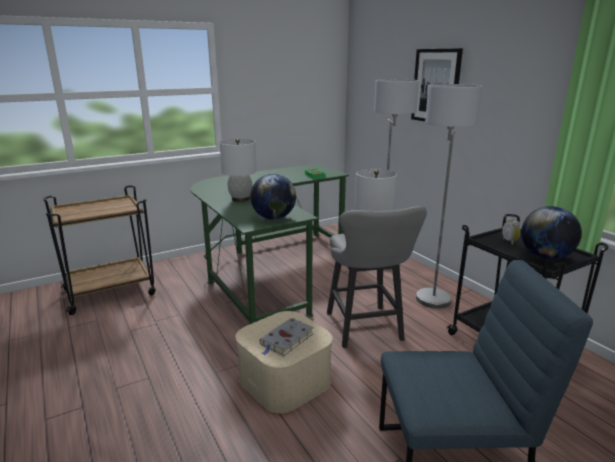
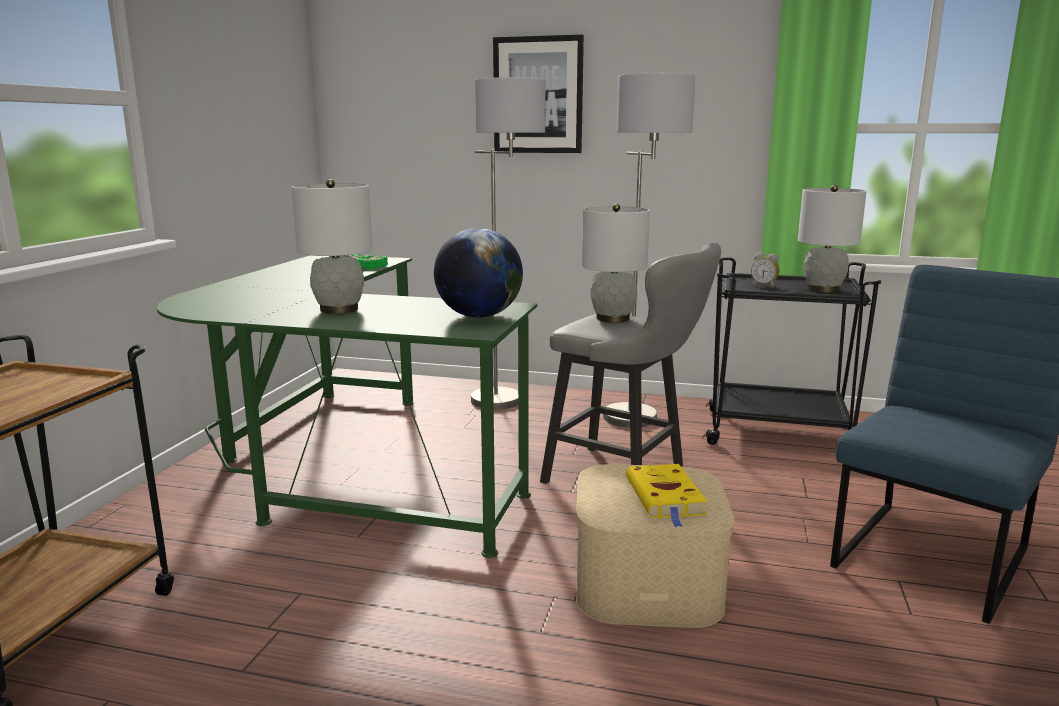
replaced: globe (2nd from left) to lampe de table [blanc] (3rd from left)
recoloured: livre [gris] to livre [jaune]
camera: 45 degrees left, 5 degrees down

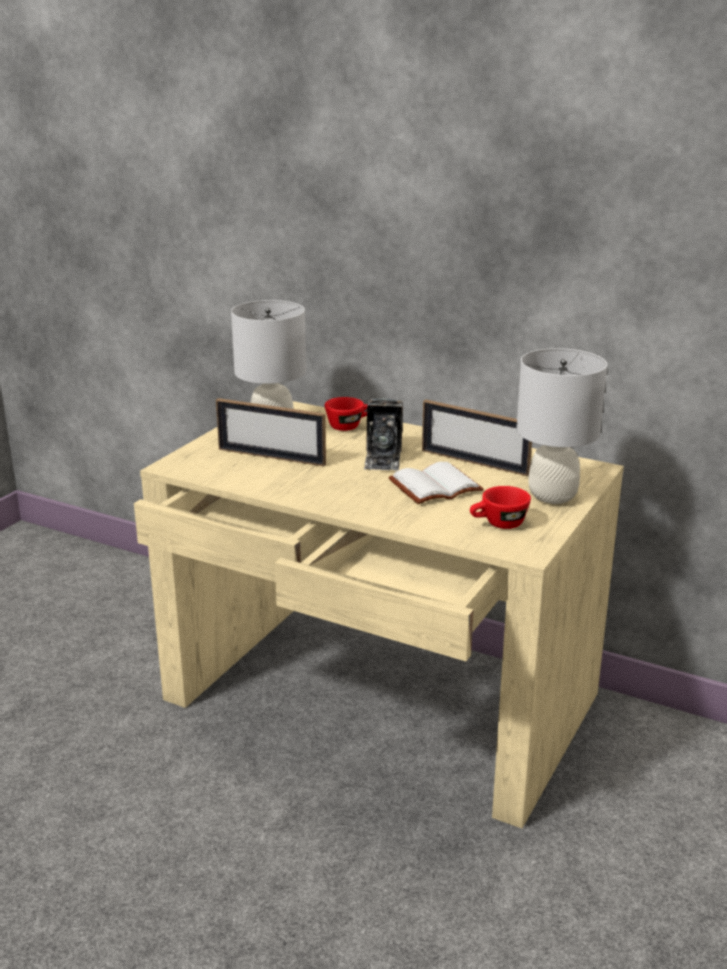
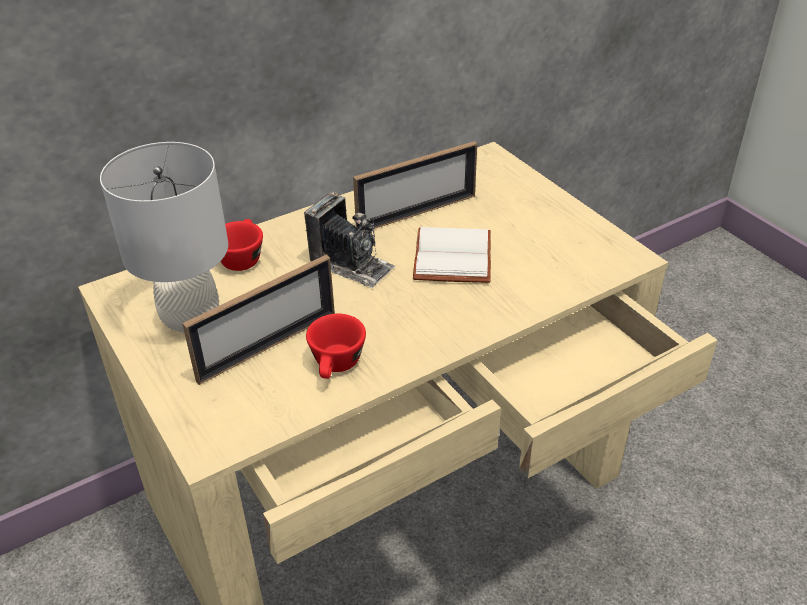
removed: lampe de table [gris] (2nd from left)
moved: tasse [rouge] (2nd from left)
camera: 60 degrees left, 15 degrees up

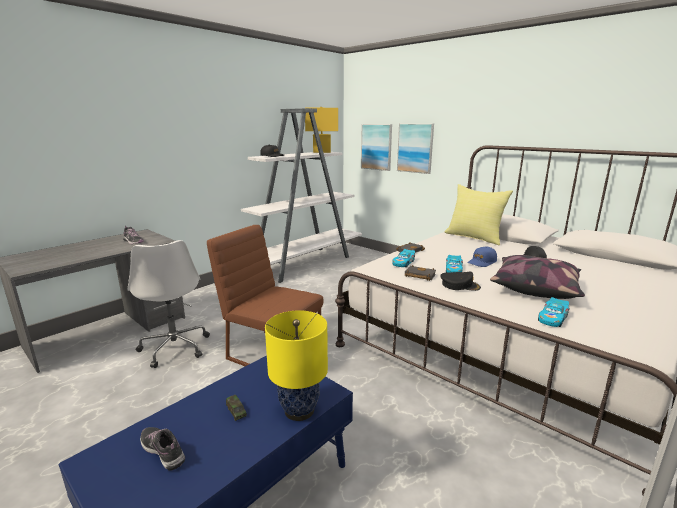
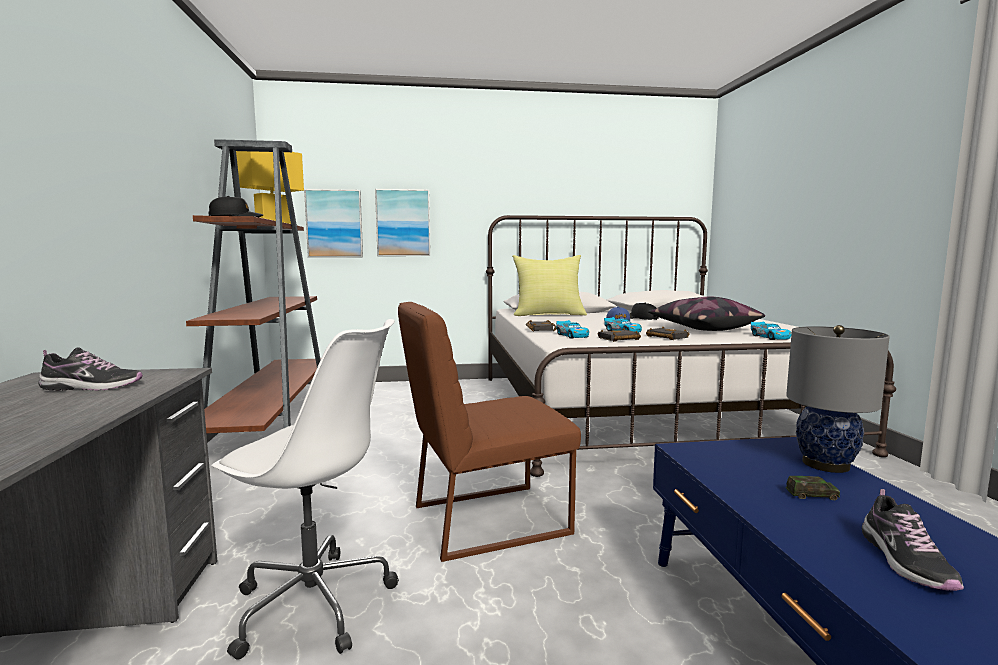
replaced: casquette [noir] (2nd from left) to livre [noir] (3rd from left)
recoloured: bibliothèque [blanc] to bibliothèque [marron]; lampe de table [jaune] (1st from left) to lampe de table [gris]
turned: chaussure (2nd from left) 75 degrees counterclockwise
camera: 50 degrees left, 10 degrees down

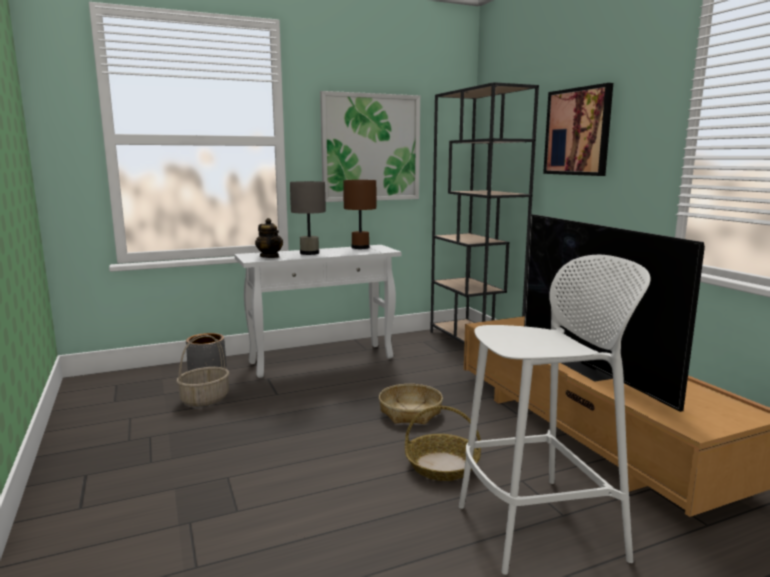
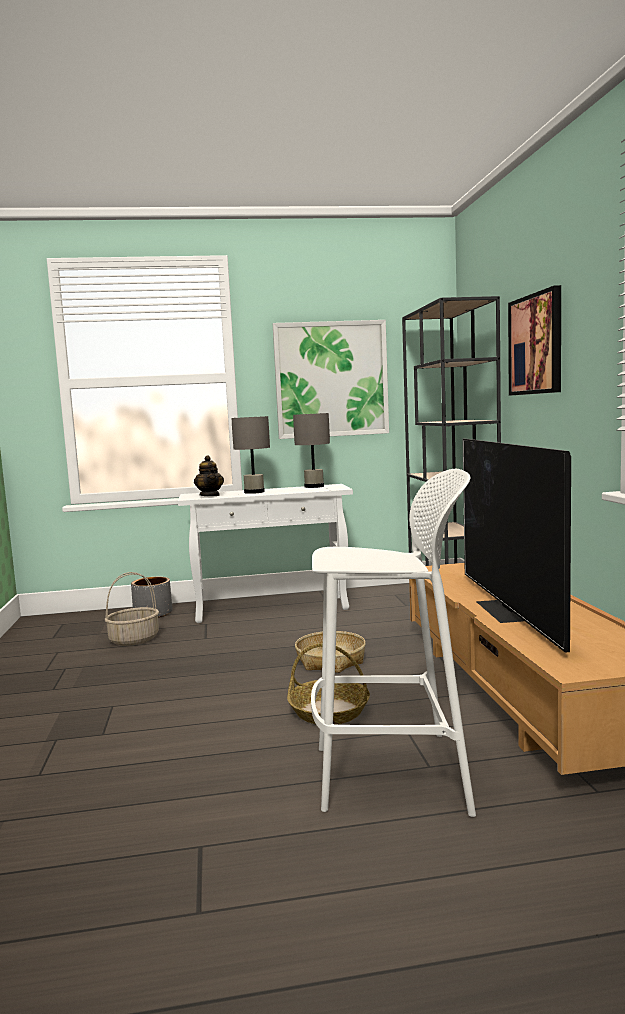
recoloured: lampe de table [marron] to lampe de table [gris] (2nd from left)
camera: 15 degrees right, 5 degrees down

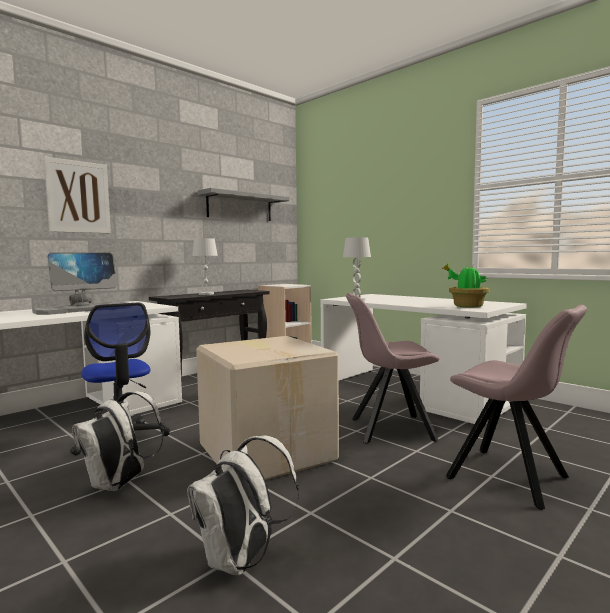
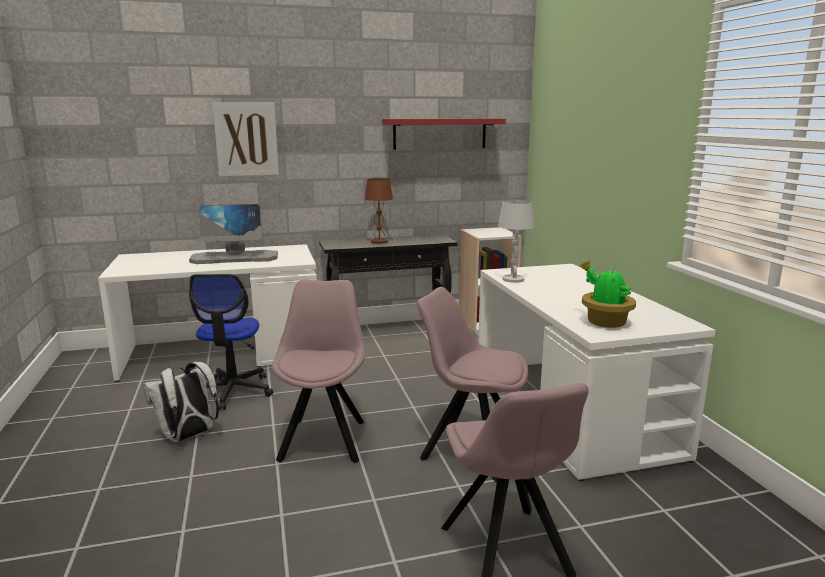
removed: sac à dos [blanc] (2nd from left)
replaced: carton to chaise [rose] (1st from left)
recoloured: lampe de table [blanc] (1st from left) to lampe de table [marron]; étagère [gris] to étagère [rouge]
camera: 30 degrees right, 10 degrees up

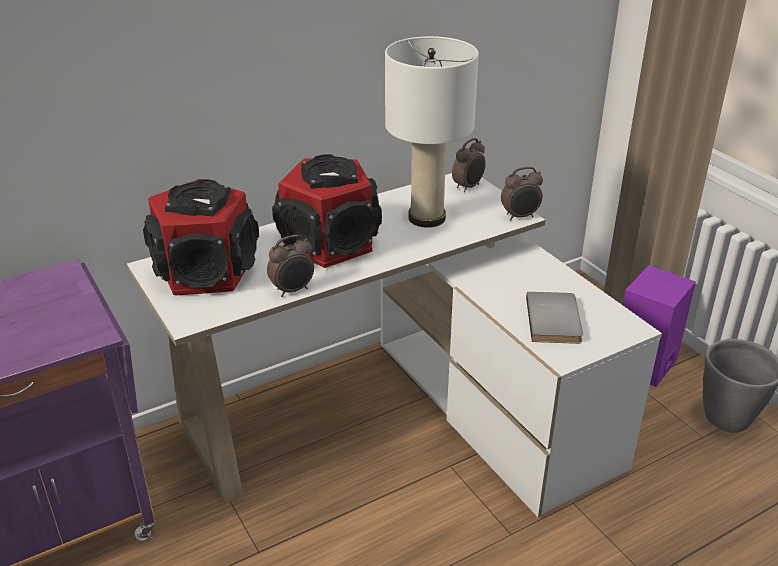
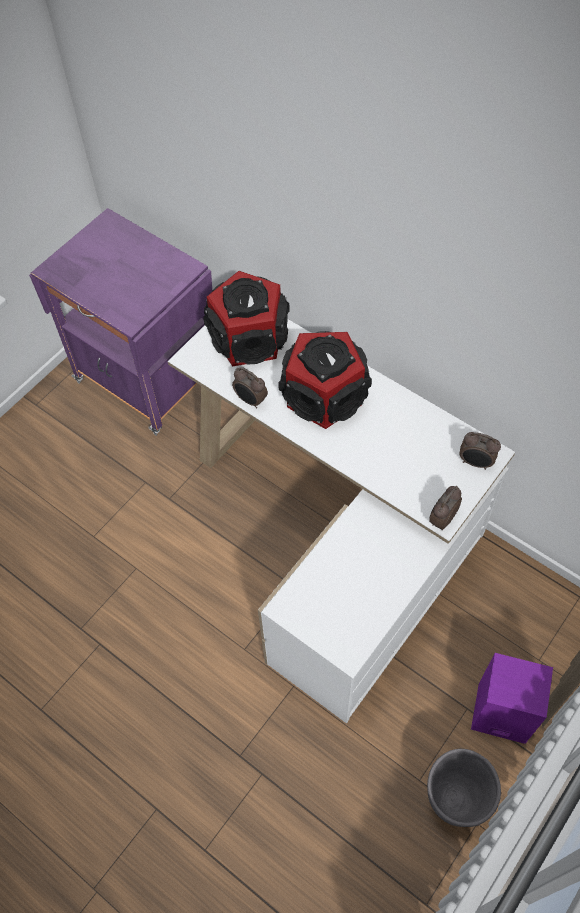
removed: lampe de table [blanc]; livre [gris]
turned: réveil (3rd from left in the first image) 75 degrees clockwise
camera: 70 degrees right, 25 degrees up

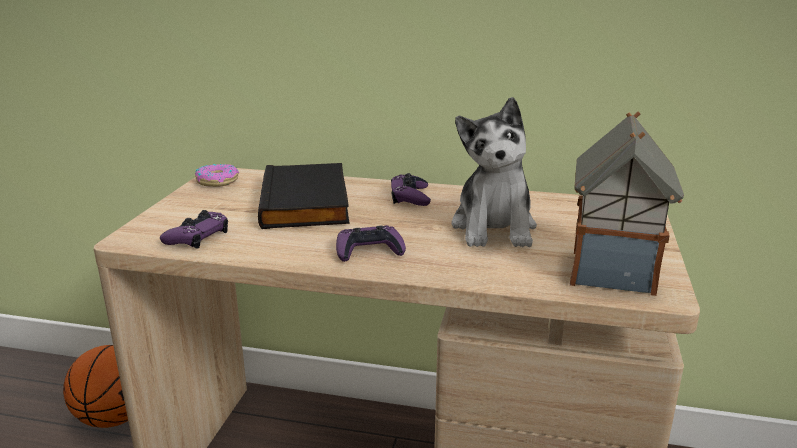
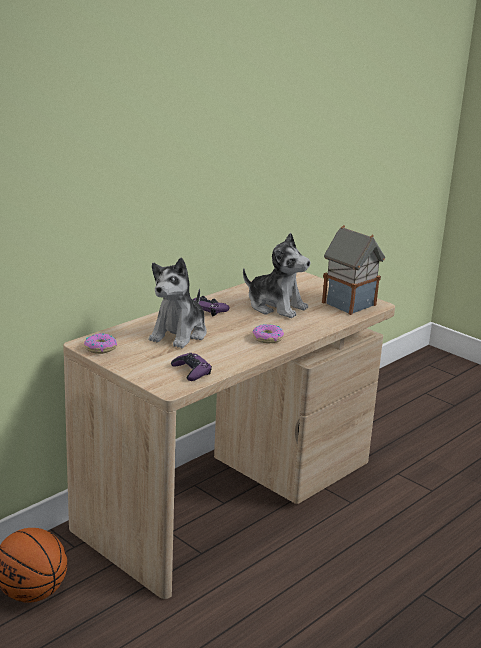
replaced: livre [noir] to peluche (1st from left); manette [violet] (2nd from left) to beignet (2nd from left)
camera: 60 degrees left, 0 degrees up

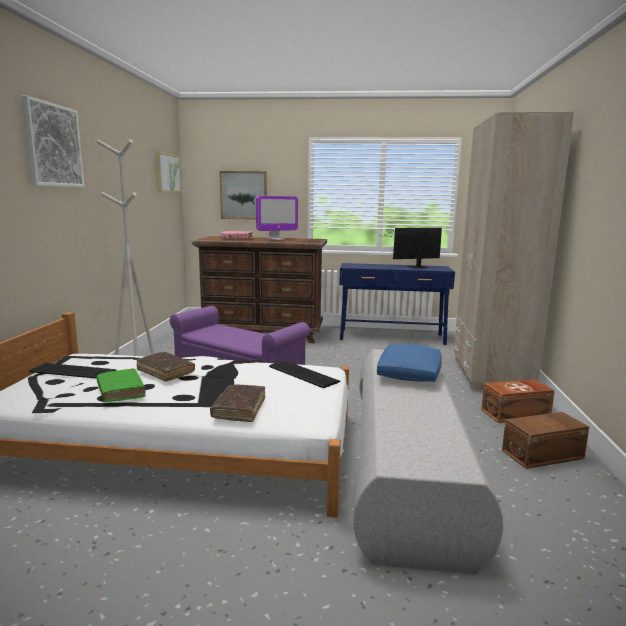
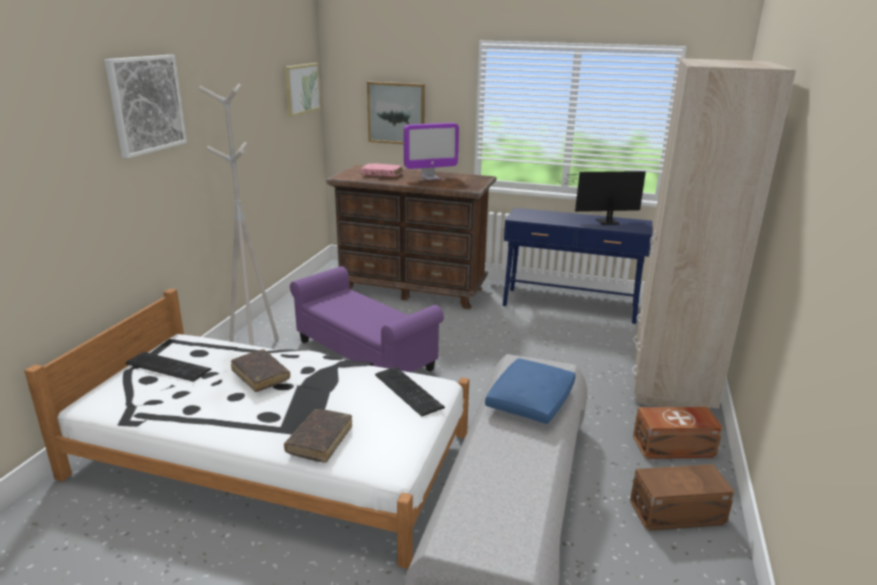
removed: livre [vert]
camera: 10 degrees right, 10 degrees up

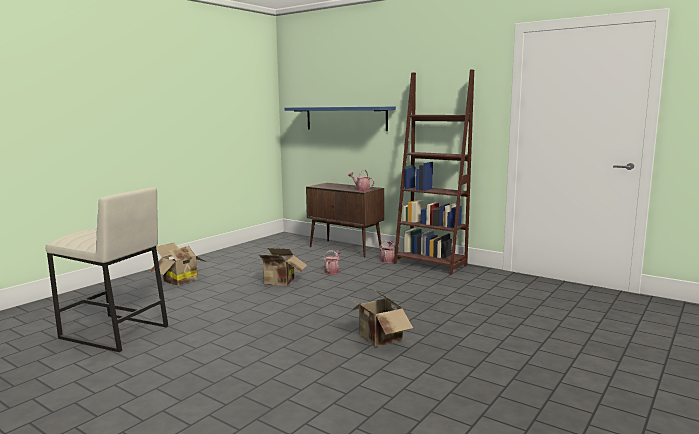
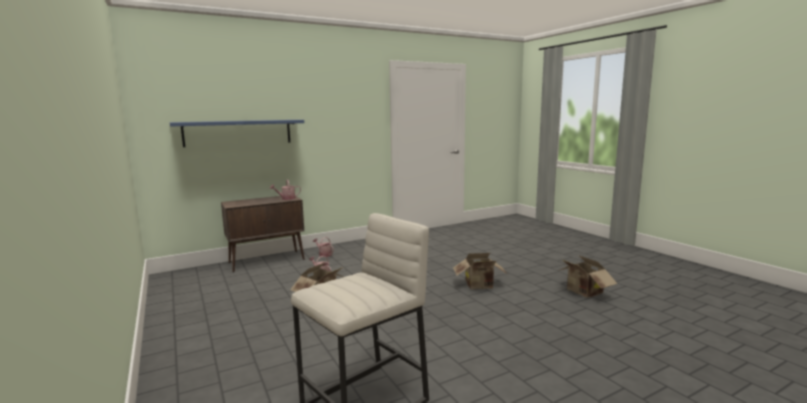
removed: bibliothèque [marron]
moved: carton (1st from left in the first image) to carton (3rd from left)
camera: 65 degrees left, 0 degrees up

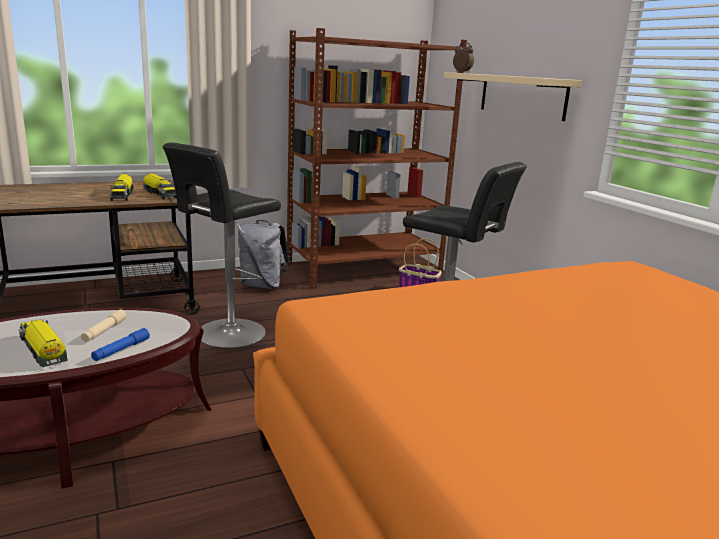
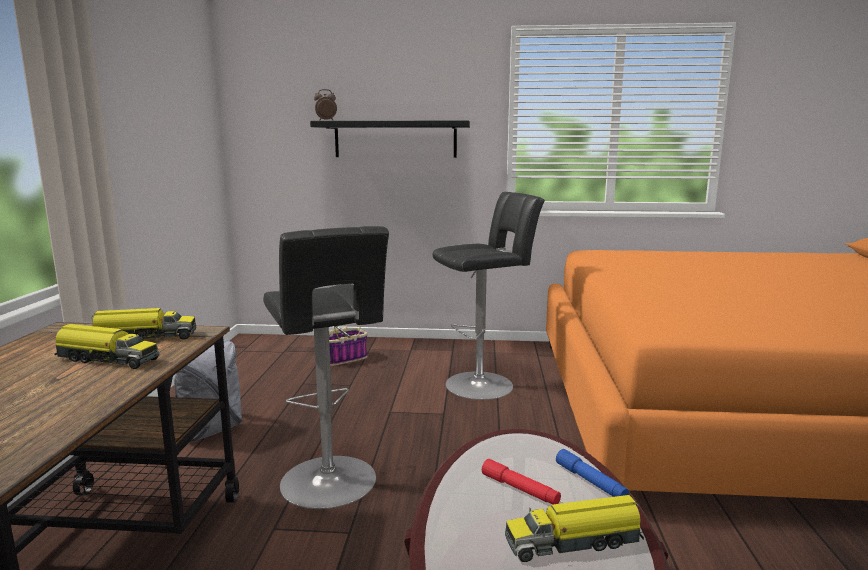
removed: bibliothèque [marron]
recoloured: lampe de poche [beige] to lampe de poche [rouge]; étagère [beige] to étagère [noir]
camera: 60 degrees left, 5 degrees down

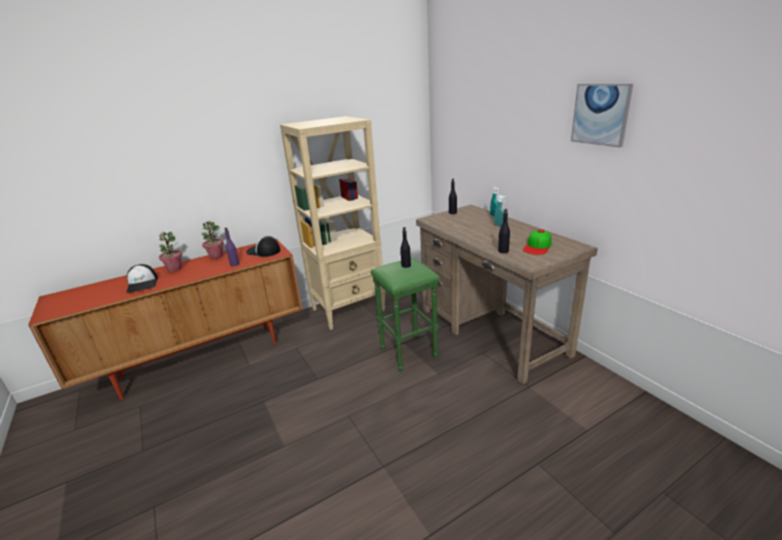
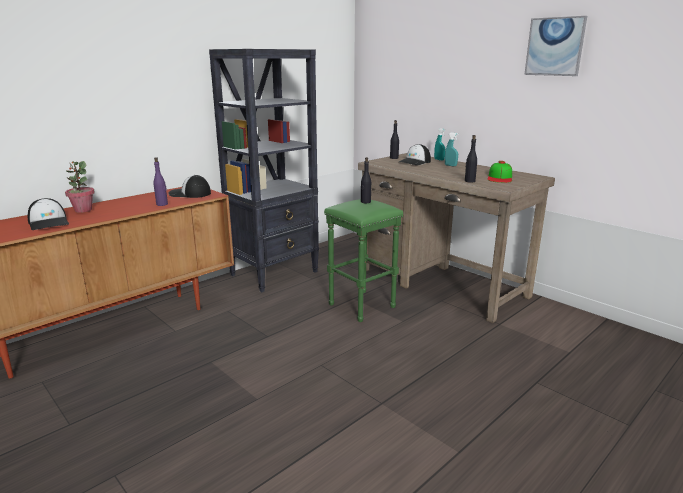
removed: plante en pot (2nd from left)
added: casquette (3rd from left)
recoloured: bibliothèque [beige] to bibliothèque [noir]
camera: 15 degrees left, 5 degrees down

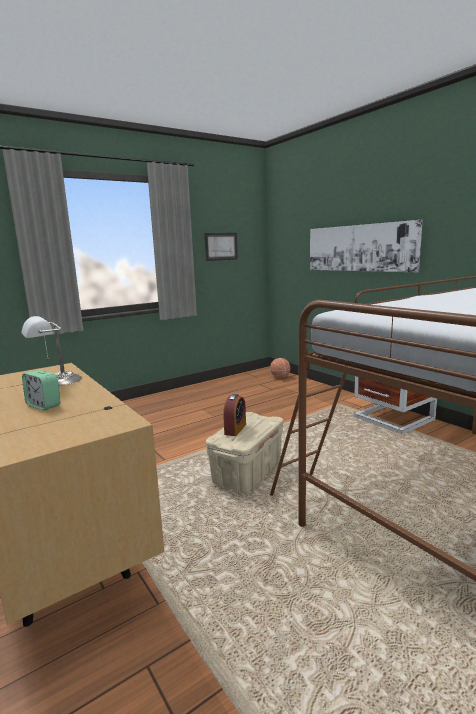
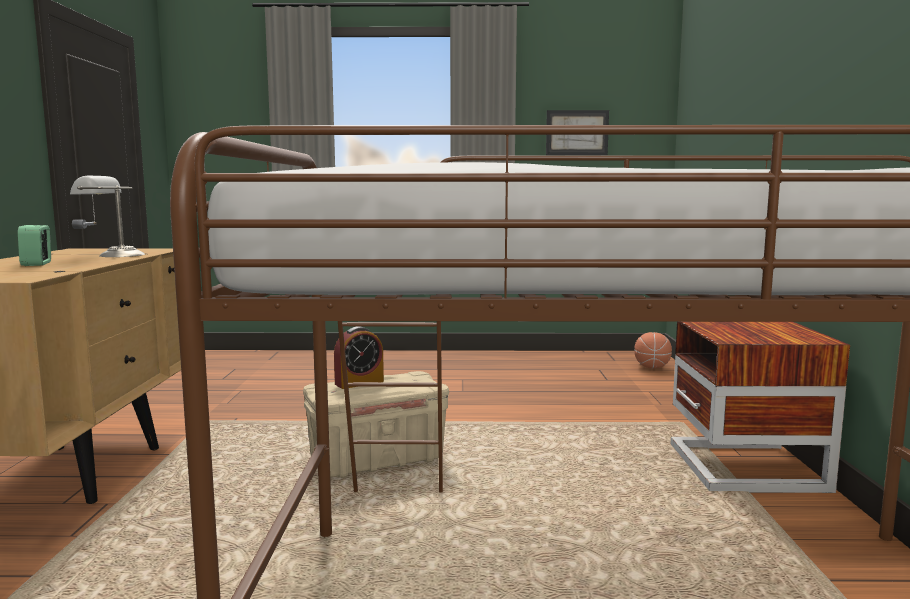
removed: tableau (2nd from left)
camera: 35 degrees right, 5 degrees down

